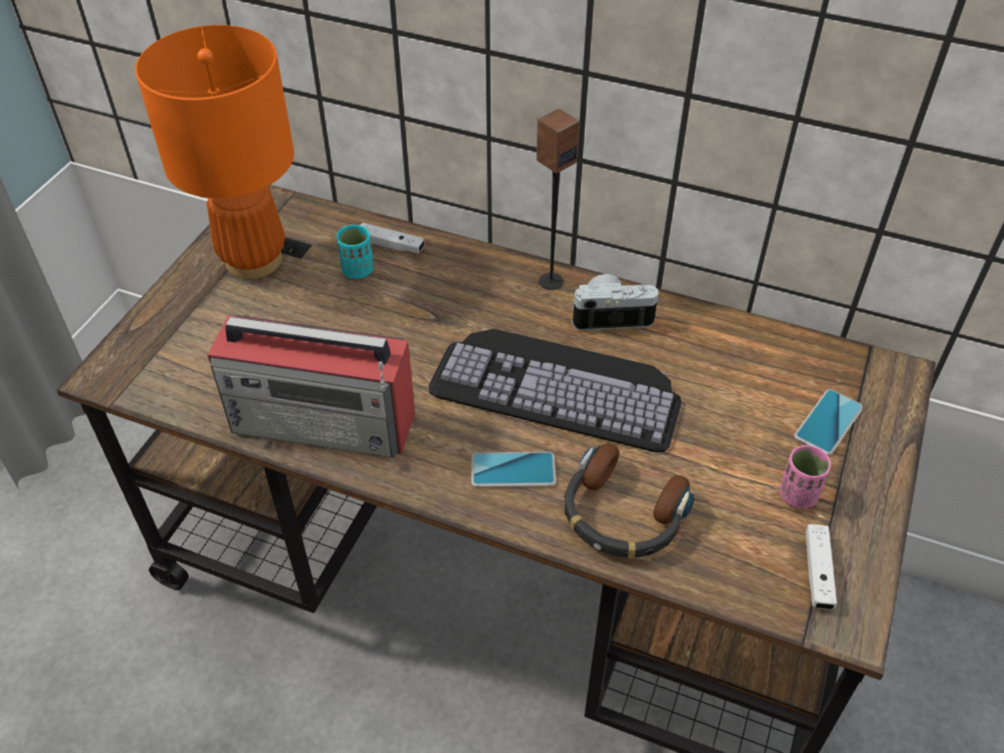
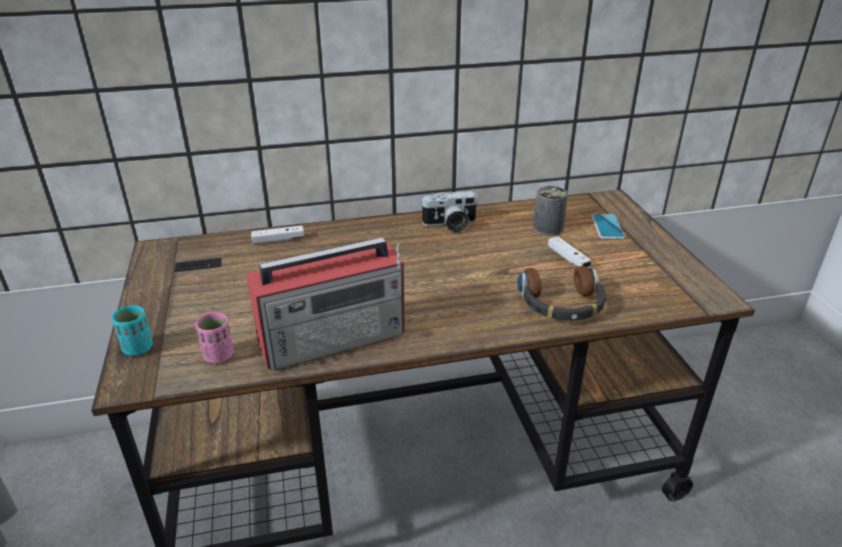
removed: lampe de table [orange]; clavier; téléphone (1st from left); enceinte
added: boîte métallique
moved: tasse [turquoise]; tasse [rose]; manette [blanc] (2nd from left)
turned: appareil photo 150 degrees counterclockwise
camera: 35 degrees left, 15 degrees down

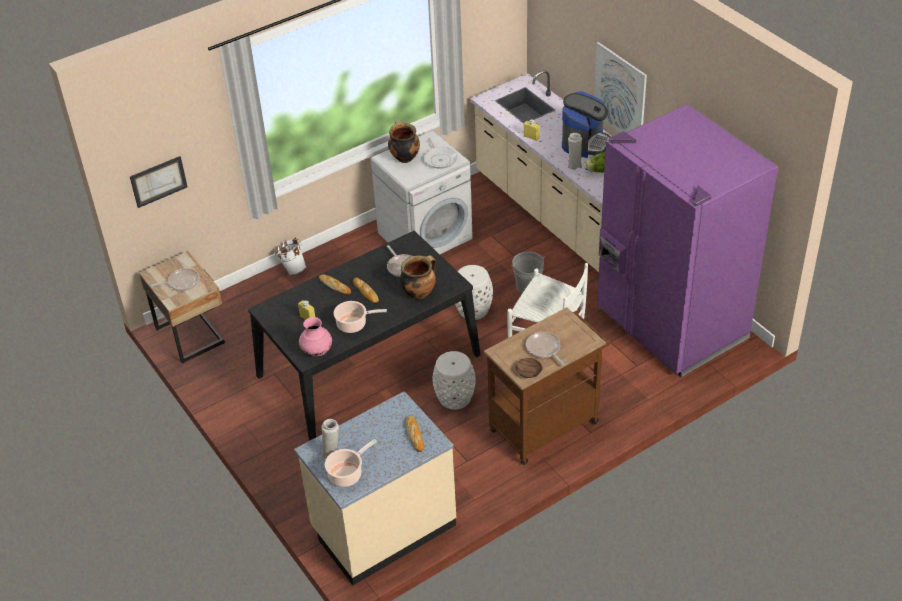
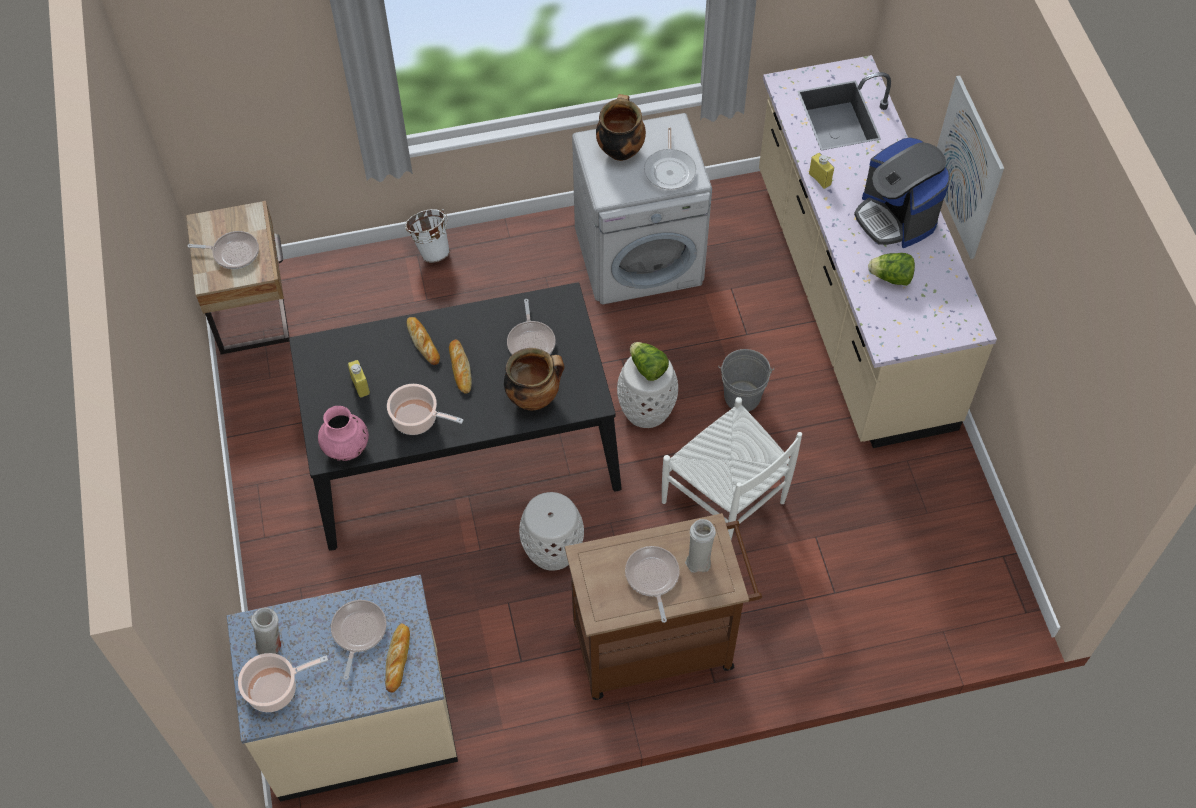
removed: tableau (1st from left); bol [marron]; réfrigérateur [violet]
added: poêle (2nd from left); laitue (1st from left)
moved: vase [blanc] (2nd from left)
turned: machine à café 105 degrees clockwise
camera: 20 degrees right, 15 degrees up

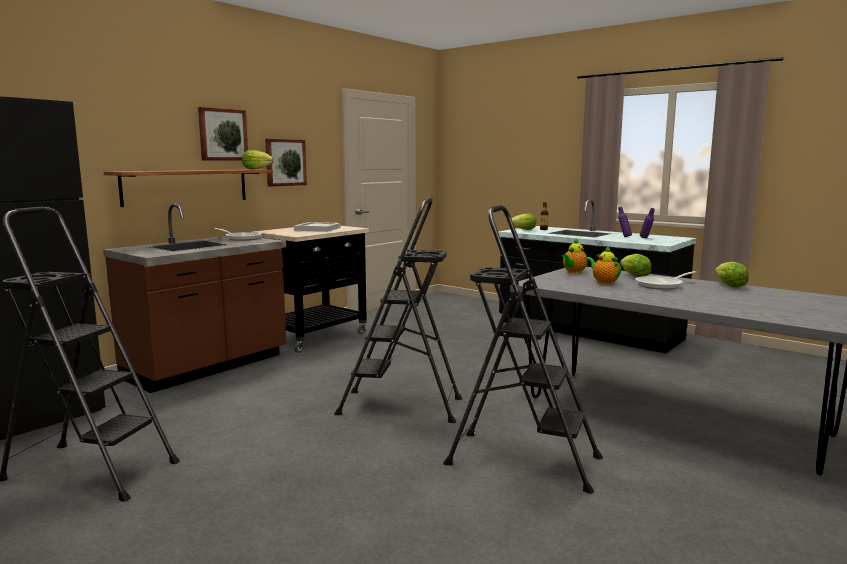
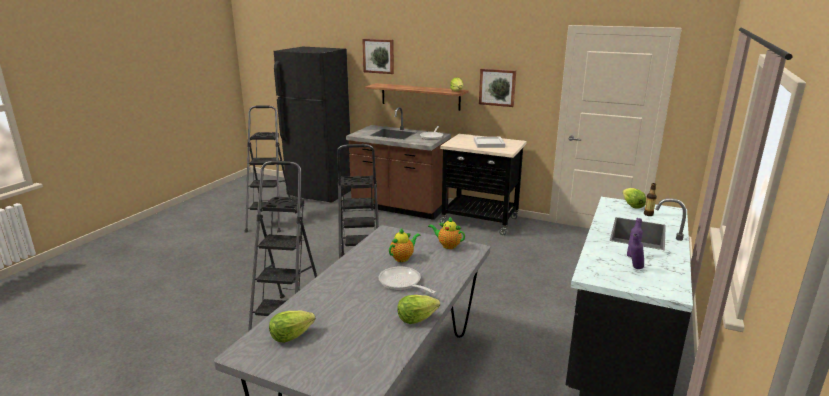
moved: tableau (1st from left); laitue (3rd from left in the first image) to laitue (1st from left)
camera: 75 degrees right, 10 degrees up

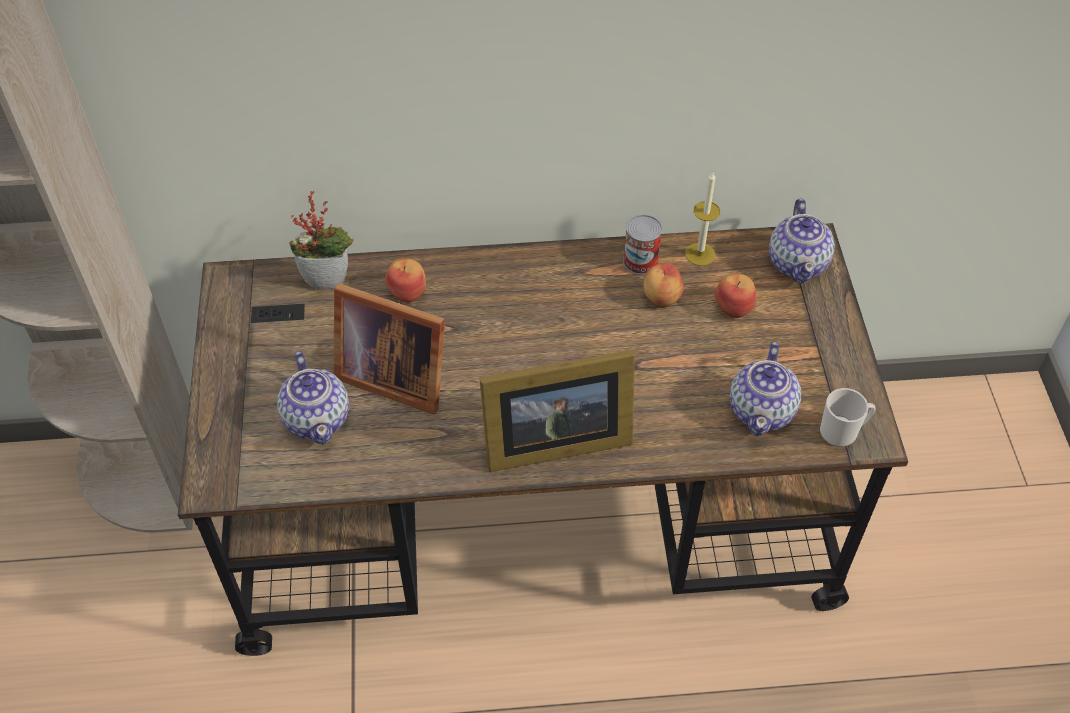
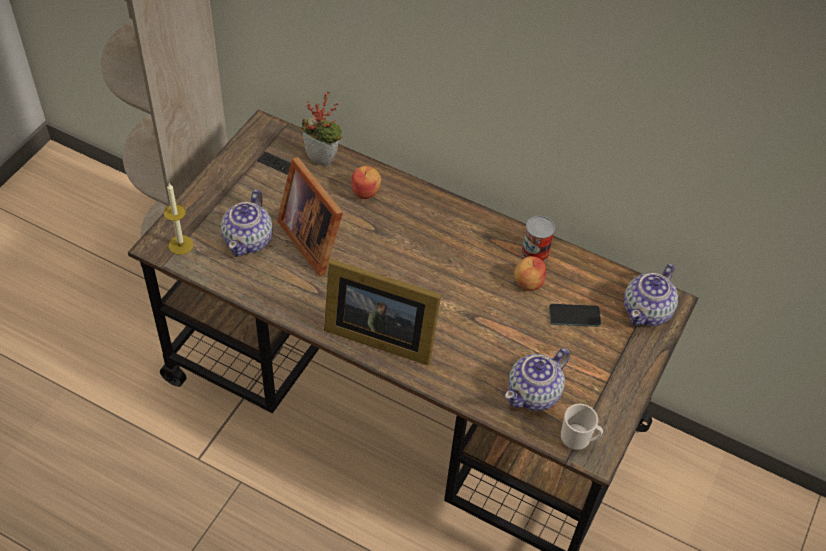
moved: bougie
replaced: pomme (3rd from left) to téléphone
camera: 30 degrees right, 0 degrees up

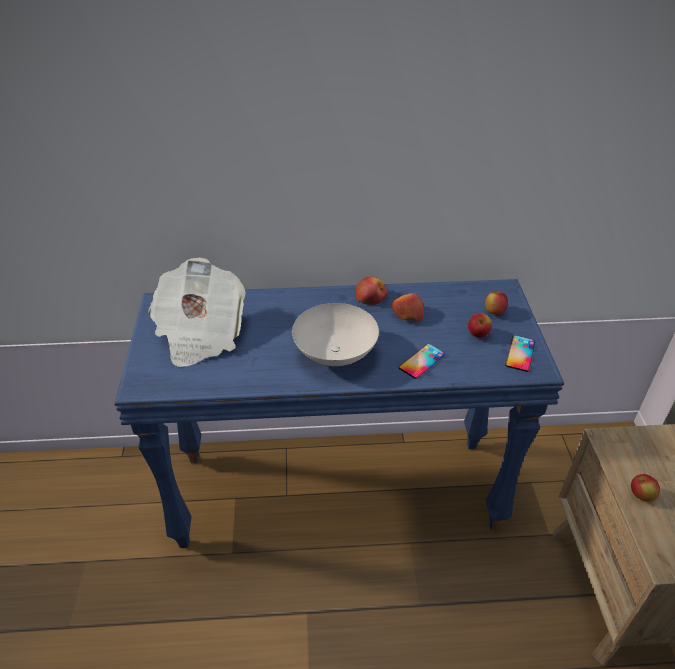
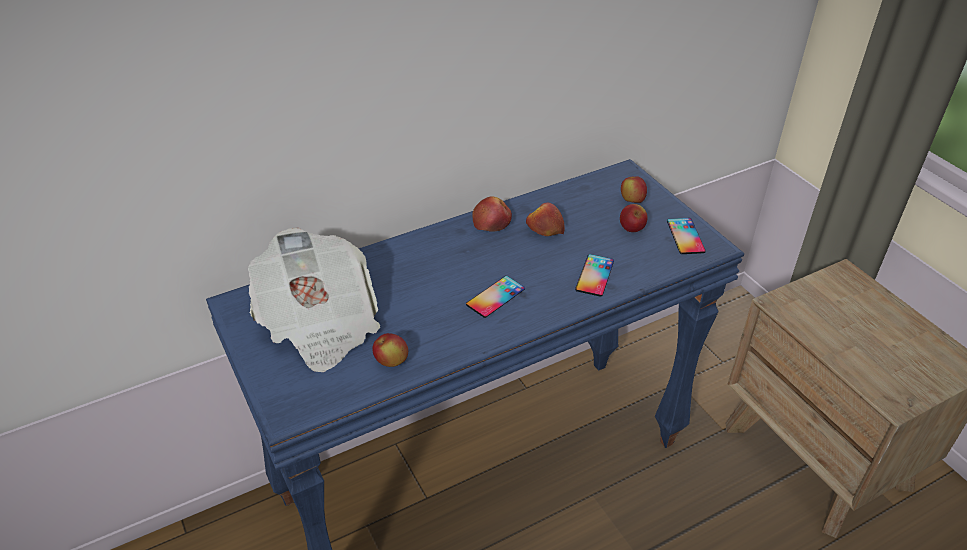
moved: pomme (5th from left in the first image) to pomme (1st from left)
replaced: bol [blanc] to téléphone (1st from left)
camera: 25 degrees left, 0 degrees up

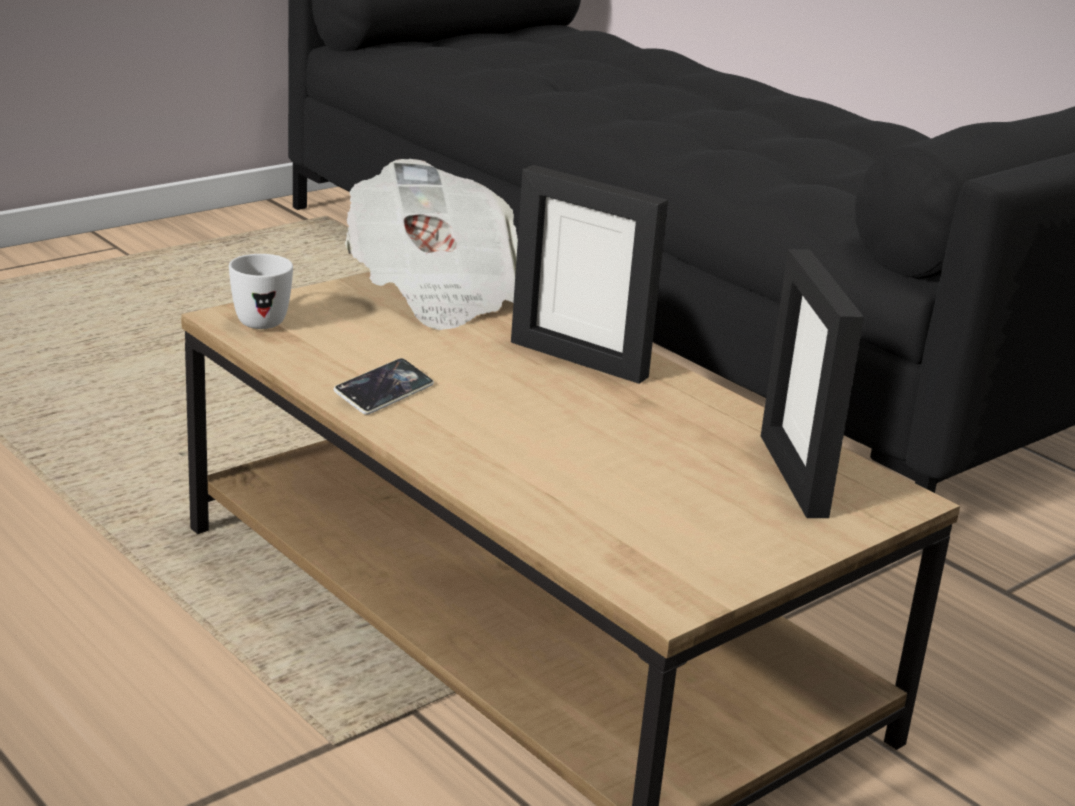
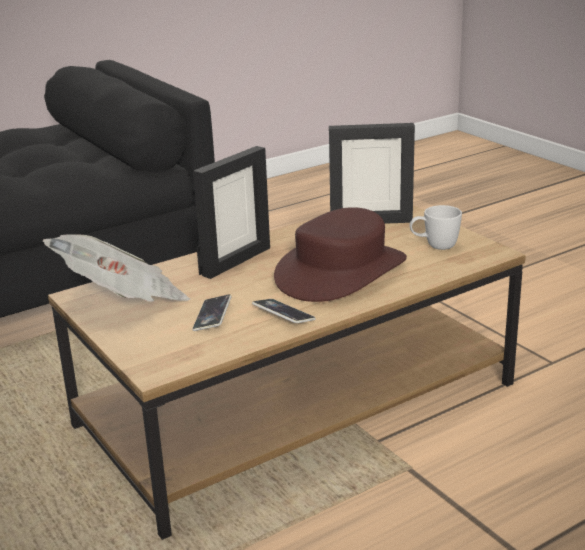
added: téléphone (1st from left); chapeau [marron]
moved: mug [blanc]
camera: 80 degrees left, 0 degrees up

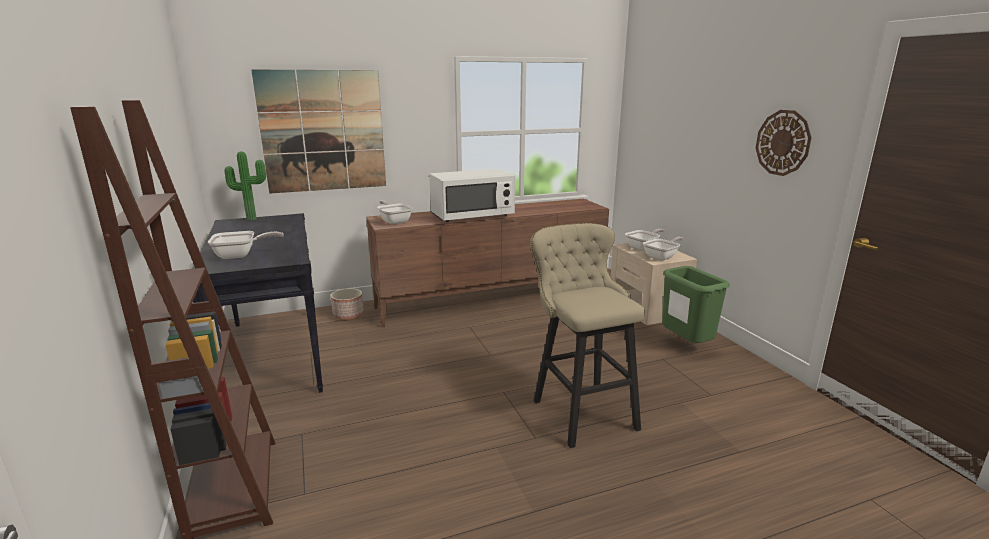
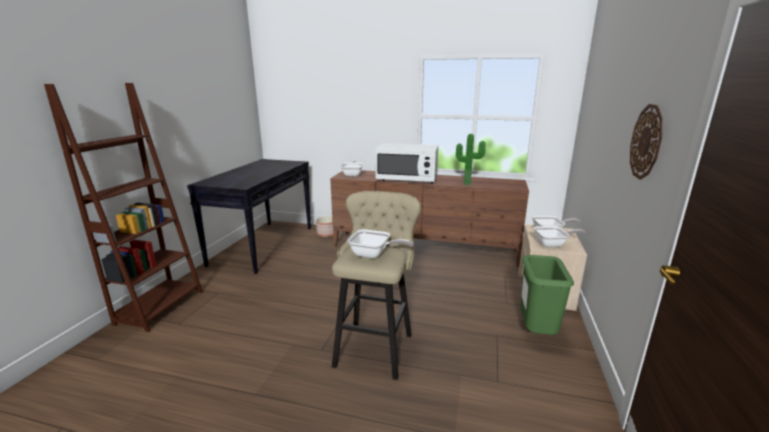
removed: tableau
moved: poêle (1st from left in the first image) to poêle (2nd from left); plante en pot
camera: 35 degrees right, 0 degrees up

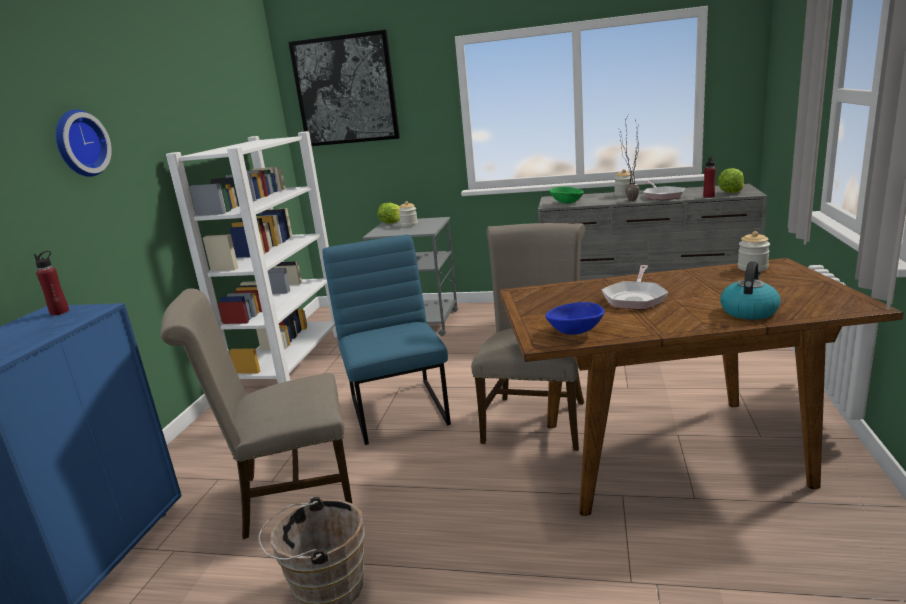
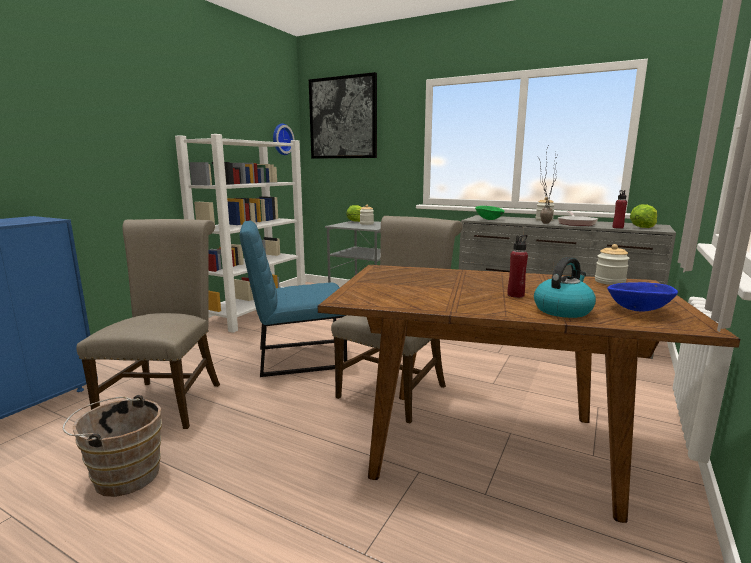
removed: poêle (1st from left)
moved: bouteille [rouge] (1st from left); horloge murale; bol [bleu]
turned: chaise [beige] (1st from left) 90 degrees clockwise; chaise [bleu] 105 degrees counterclockwise
camera: 15 degrees right, 5 degrees down

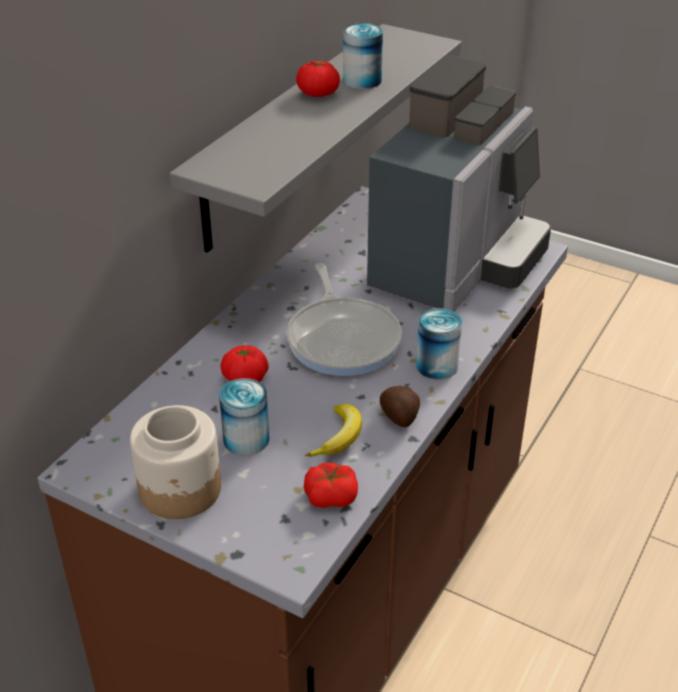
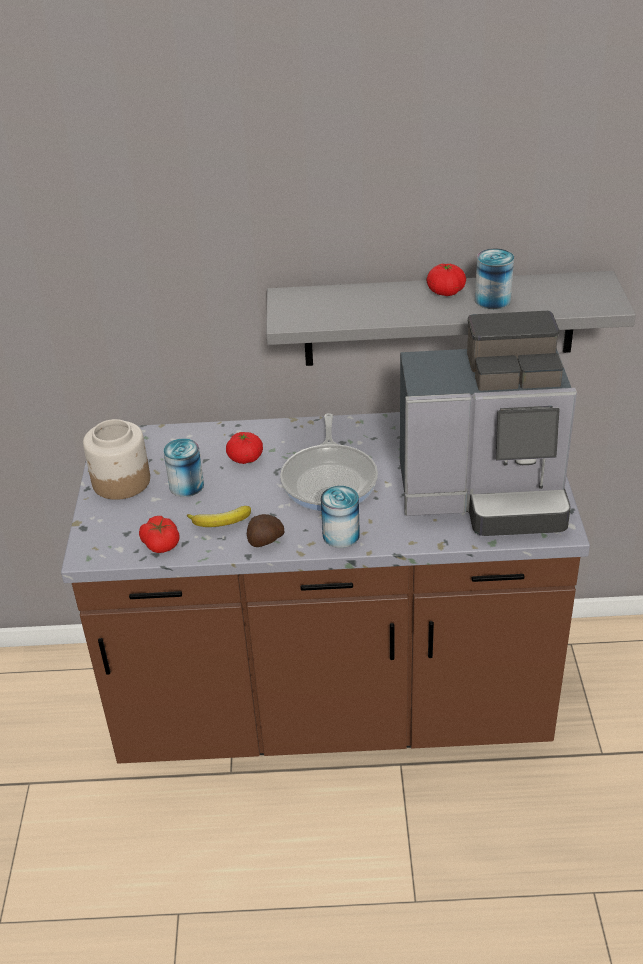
turned: poêle 45 degrees counterclockwise
camera: 60 degrees right, 0 degrees up

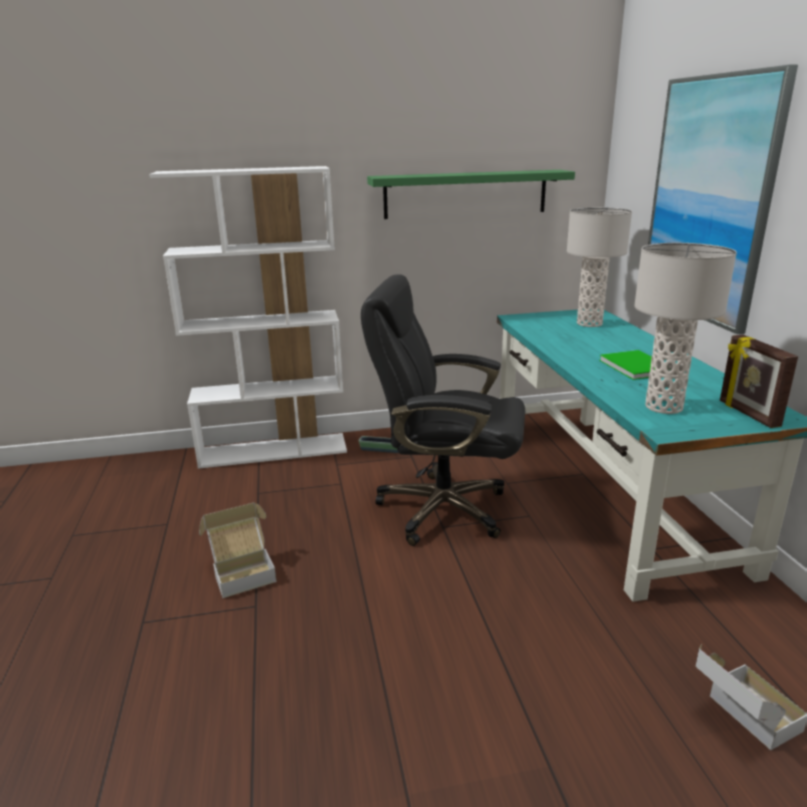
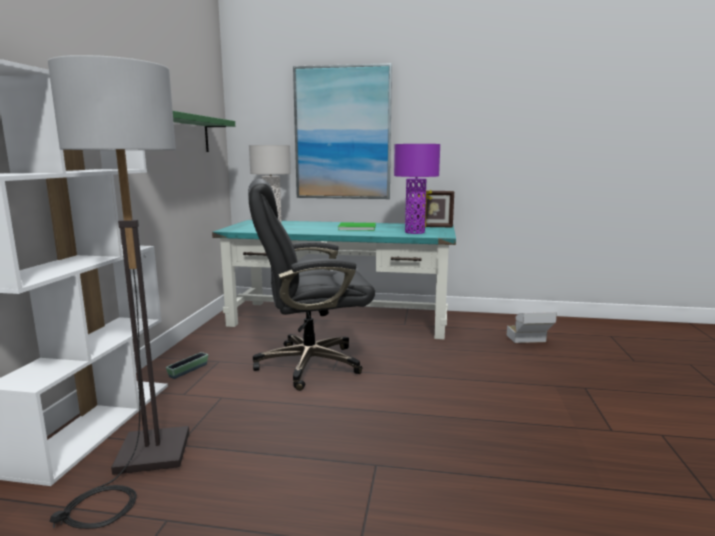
removed: carton (1st from left)
added: lampadaire
recoloured: lampe de table [blanc] (2nd from left) to lampe de table [violet]
turned: chaise de bureau [noir] 45 degrees clockwise
camera: 70 degrees left, 10 degrees down

